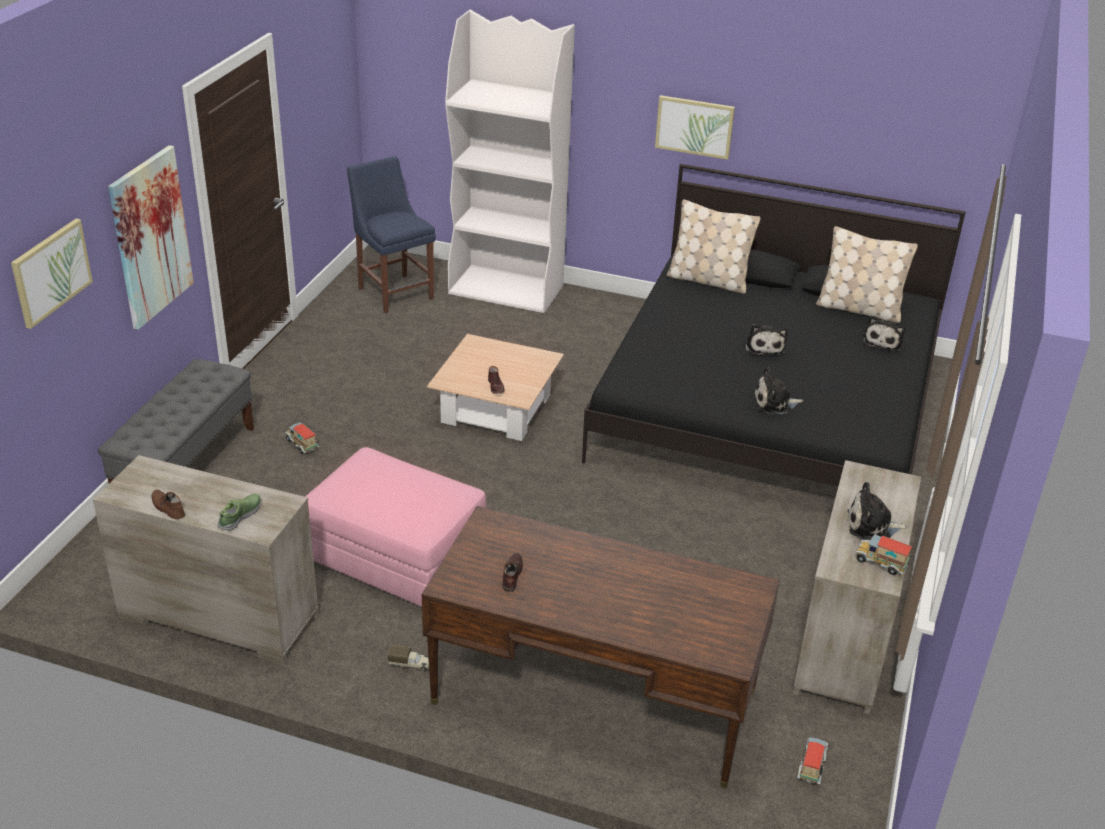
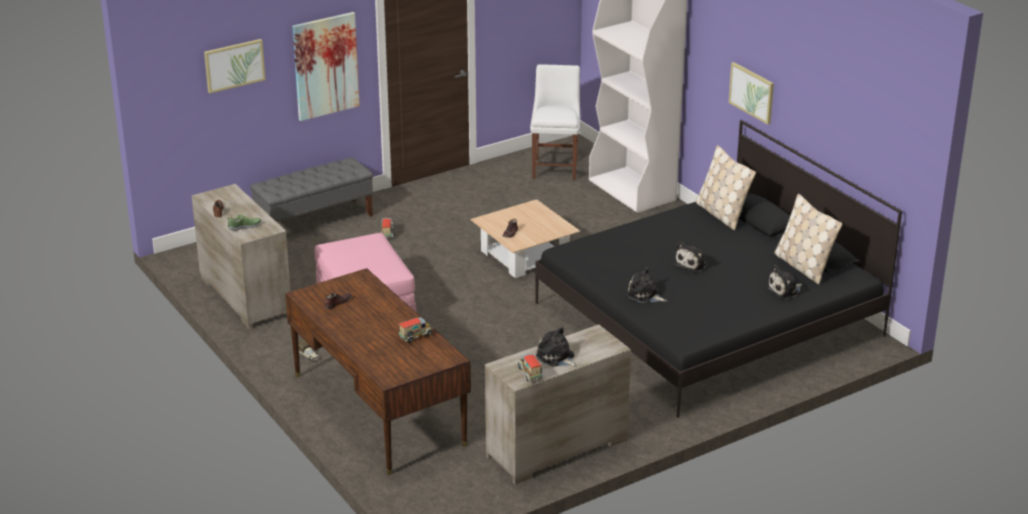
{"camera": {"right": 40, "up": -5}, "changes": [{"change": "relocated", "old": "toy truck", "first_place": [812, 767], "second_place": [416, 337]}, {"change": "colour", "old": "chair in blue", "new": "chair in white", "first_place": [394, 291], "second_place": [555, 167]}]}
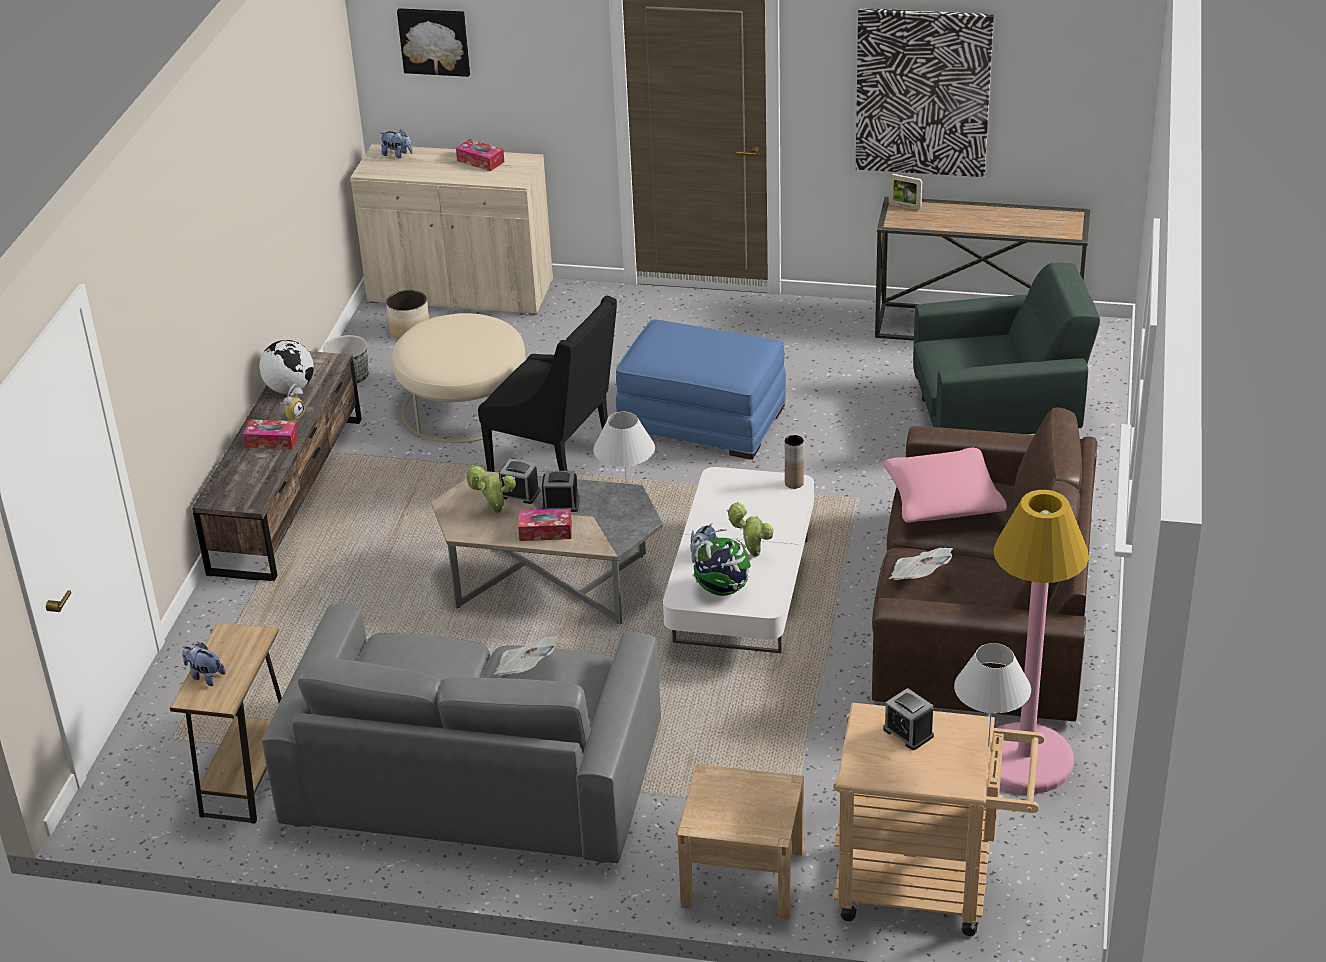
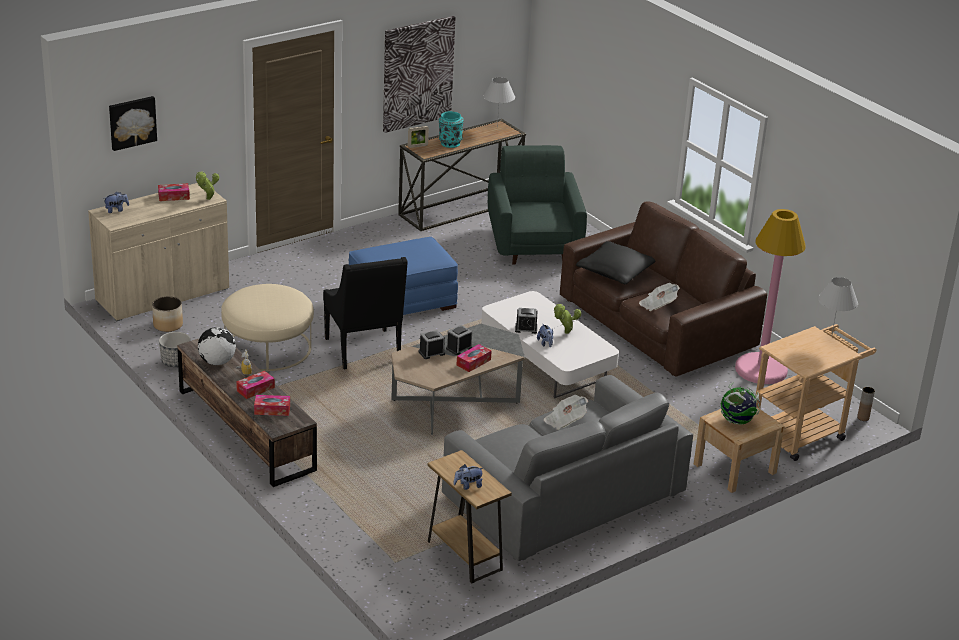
{"camera": {"right": -50, "up": -5}, "changes": [{"change": "relocated", "old": "potted plant", "first_place": [494, 511], "second_place": [207, 199]}, {"change": "appeared", "new": "tissue box", "second_place": [272, 410]}, {"change": "spun", "old": "armchair in black", "first_place": [556, 463], "second_place": [364, 351], "degrees": 90}, {"change": "appeared", "new": "vase in turquoise", "second_place": [449, 143]}, {"change": "relocated", "old": "table lamp in white", "first_place": [627, 500], "second_place": [497, 127]}, {"change": "spun", "old": "armchair in green", "first_place": [998, 418], "second_place": [533, 243], "degrees": -45}, {"change": "relocated", "old": "alarm clock", "first_place": [908, 732], "second_place": [526, 329]}, {"change": "colour", "old": "pillow in pink", "new": "pillow in black", "first_place": [943, 500], "second_place": [615, 272]}, {"change": "relocated", "old": "globe", "first_place": [723, 589], "second_place": [737, 421]}, {"change": "relocated", "old": "vase in brown", "first_place": [794, 483], "second_place": [863, 418]}]}
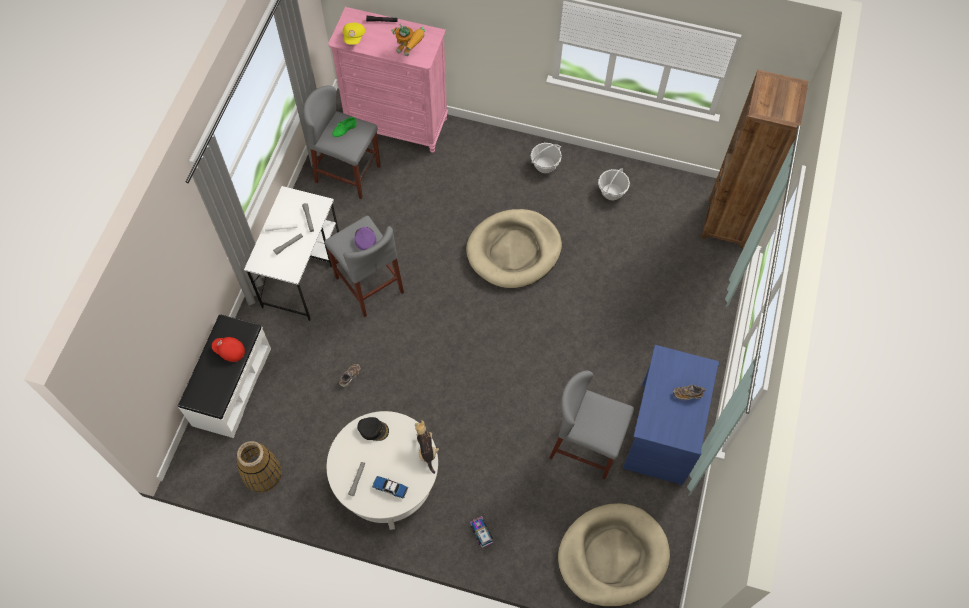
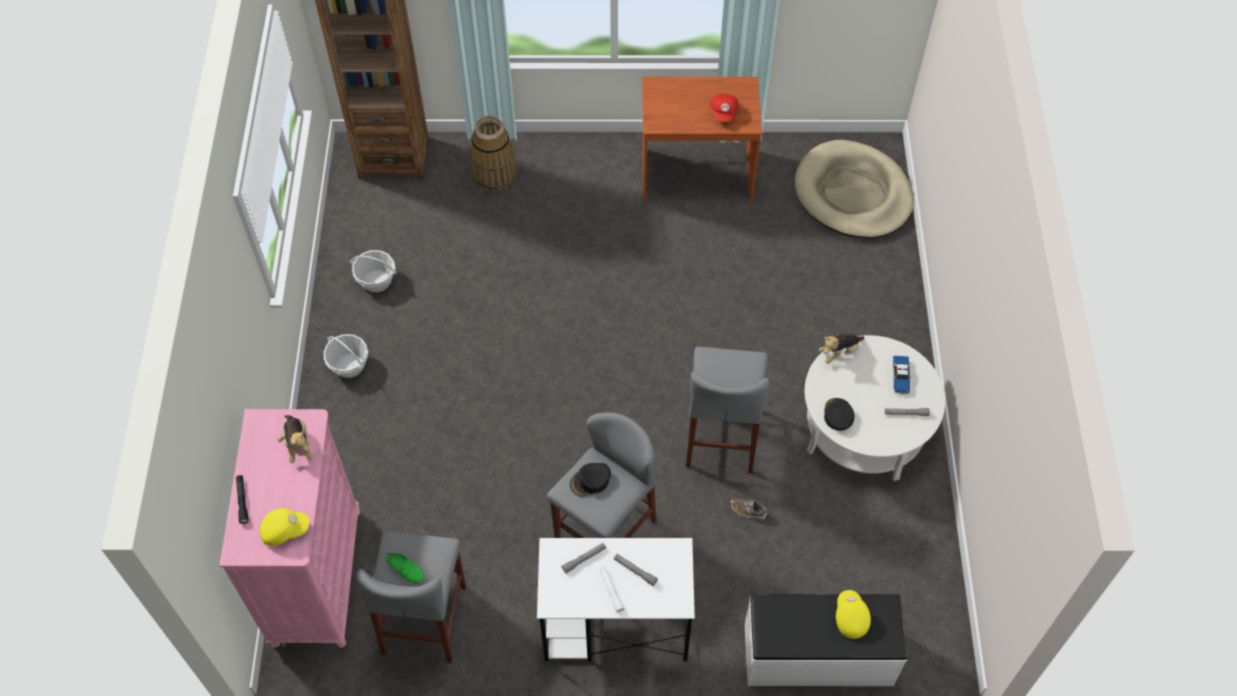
{"camera": {"right": -105, "up": -5}, "changes": [{"change": "exchanged", "old": "toy robot", "new": "plush toy", "first_place": [410, 51], "second_place": [298, 444]}, {"change": "relocated", "old": "basket", "first_place": [262, 473], "second_place": [494, 174]}, {"change": "colour", "old": "cap in purple", "new": "cap in black", "first_place": [365, 239], "second_place": [590, 481]}, {"change": "colour", "old": "desk in blue", "new": "desk in brown", "first_place": [660, 432], "second_place": [696, 176]}, {"change": "relocated", "old": "stool in grey", "first_place": [585, 446], "second_place": [721, 436]}, {"change": "relocated", "old": "cap in red", "first_place": [229, 351], "second_place": [724, 112]}, {"change": "appeared", "new": "cap in yellow", "second_place": [850, 617]}, {"change": "missing", "old": "dog bed in beige", "first_place": [514, 250]}, {"change": "missing", "old": "toy truck", "first_place": [481, 532]}, {"change": "missing", "old": "shoe", "first_place": [687, 394]}]}
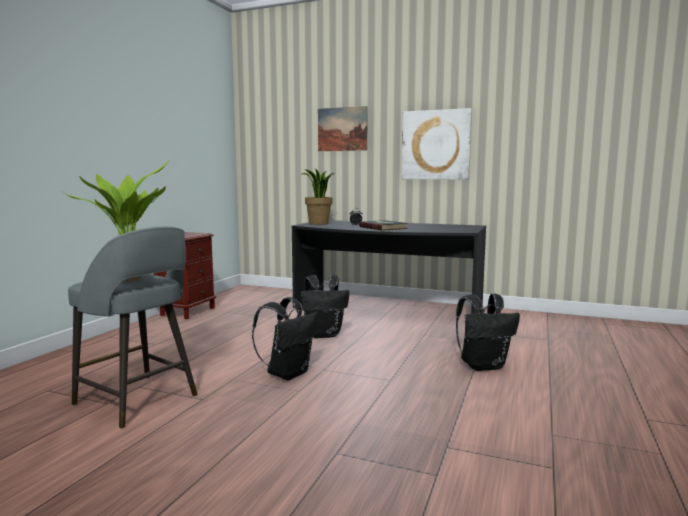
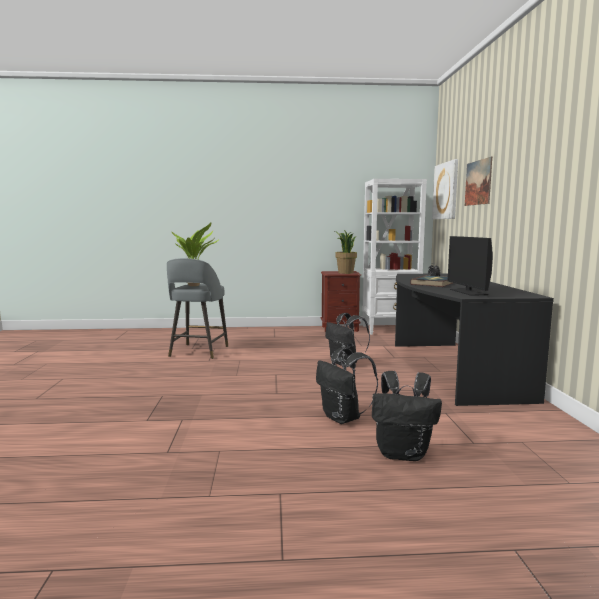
{"camera": {"right": 65, "up": 0}, "changes": [{"change": "relocated", "old": "potted plant", "first_place": [318, 224], "second_place": [345, 273]}, {"change": "appeared", "new": "bookcase in white", "second_place": [390, 330]}, {"change": "relocated", "old": "backpack in black", "first_place": [288, 373], "second_place": [403, 453]}, {"change": "relocated", "old": "picture", "first_place": [435, 145], "second_place": [446, 191]}, {"change": "appeared", "new": "monitor", "second_place": [468, 292]}]}
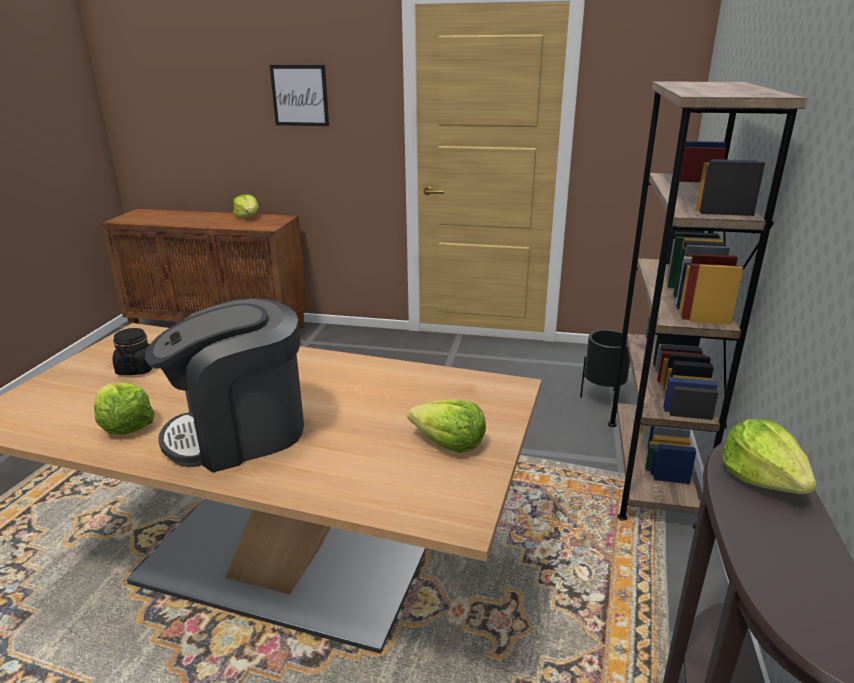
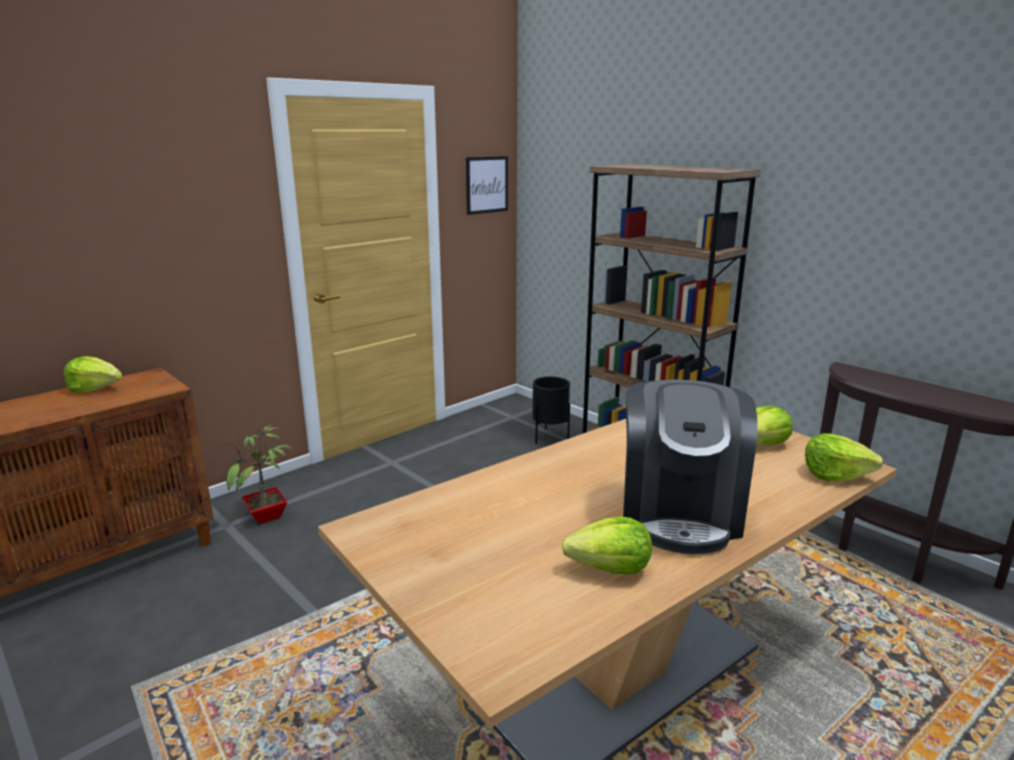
{"camera": {"right": -55, "up": -5}, "changes": [{"change": "appeared", "new": "potted plant", "second_place": [267, 517]}, {"change": "relocated", "old": "picture", "first_place": [300, 95], "second_place": [487, 185]}, {"change": "relocated", "old": "lettuce", "first_place": [762, 478], "second_place": [835, 475]}, {"change": "missing", "old": "jar in black", "first_place": [137, 369]}]}
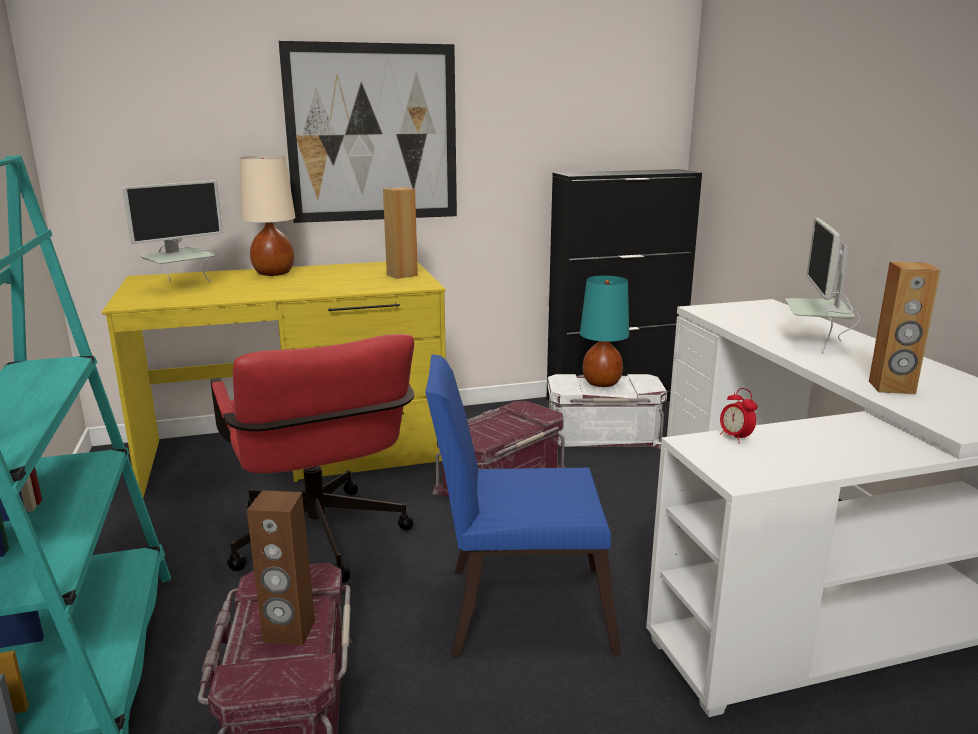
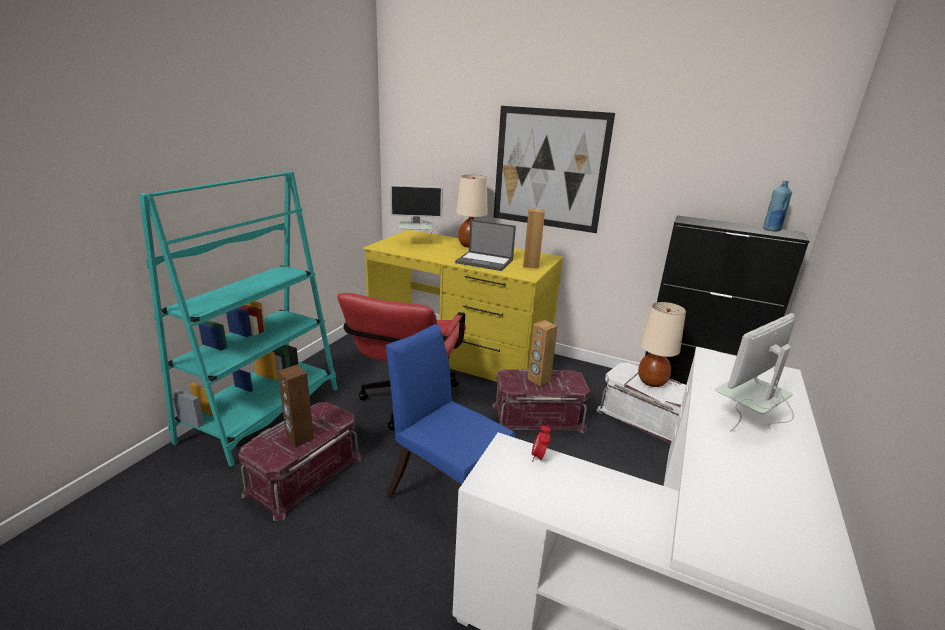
{"camera": {"right": 40, "up": 5}, "changes": [{"change": "appeared", "new": "laptop", "second_place": [485, 261]}, {"change": "relocated", "old": "speaker in brown", "first_place": [892, 388], "second_place": [538, 380]}, {"change": "colour", "old": "table lamp in turquoise", "new": "table lamp in beige", "first_place": [602, 383], "second_place": [652, 382]}, {"change": "appeared", "new": "bottle in blue", "second_place": [771, 230]}]}
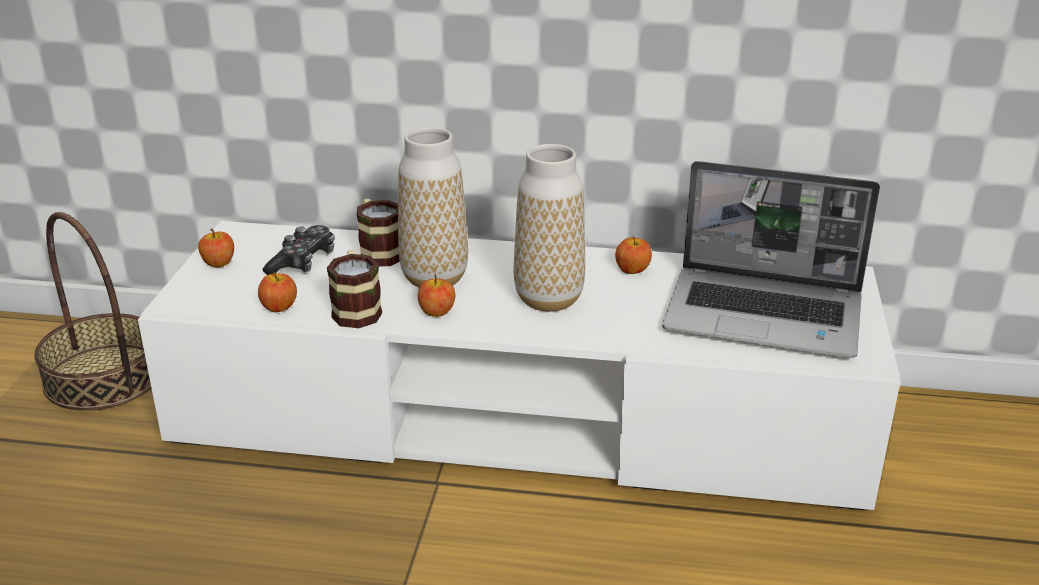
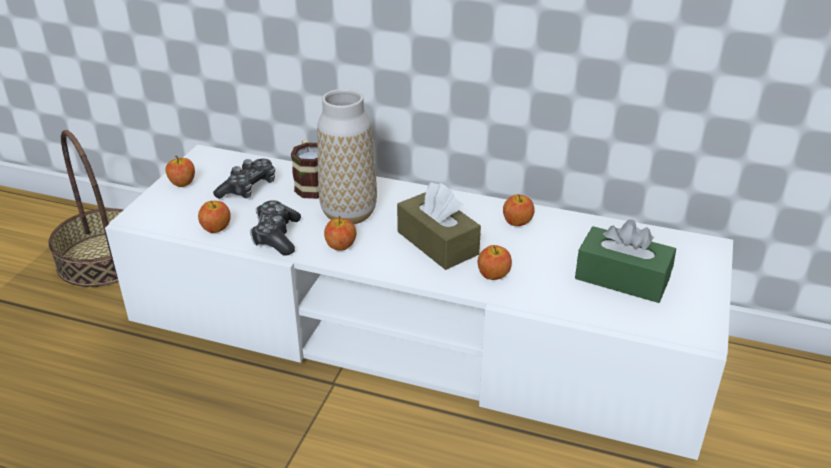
{"camera": {"right": 10, "up": 5}, "changes": [{"change": "exchanged", "old": "mug", "new": "game controller", "first_place": [356, 309], "second_place": [276, 236]}, {"change": "exchanged", "old": "vase", "new": "tissue box in brown", "first_place": [549, 299], "second_place": [437, 243]}, {"change": "appeared", "new": "apple", "second_place": [493, 275]}, {"change": "exchanged", "old": "laptop", "new": "tissue box in green", "first_place": [766, 315], "second_place": [622, 278]}]}
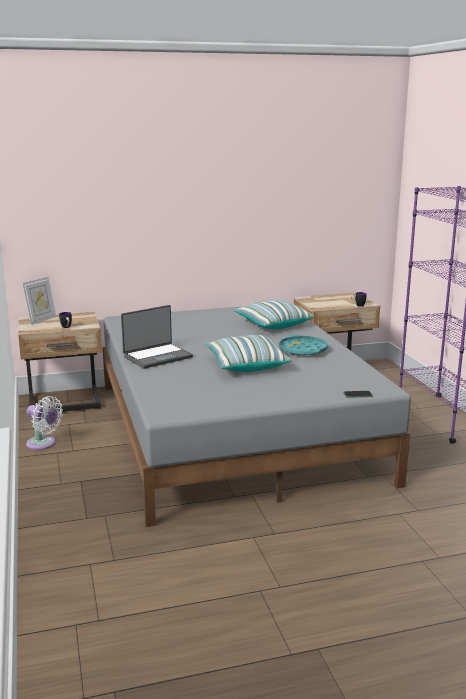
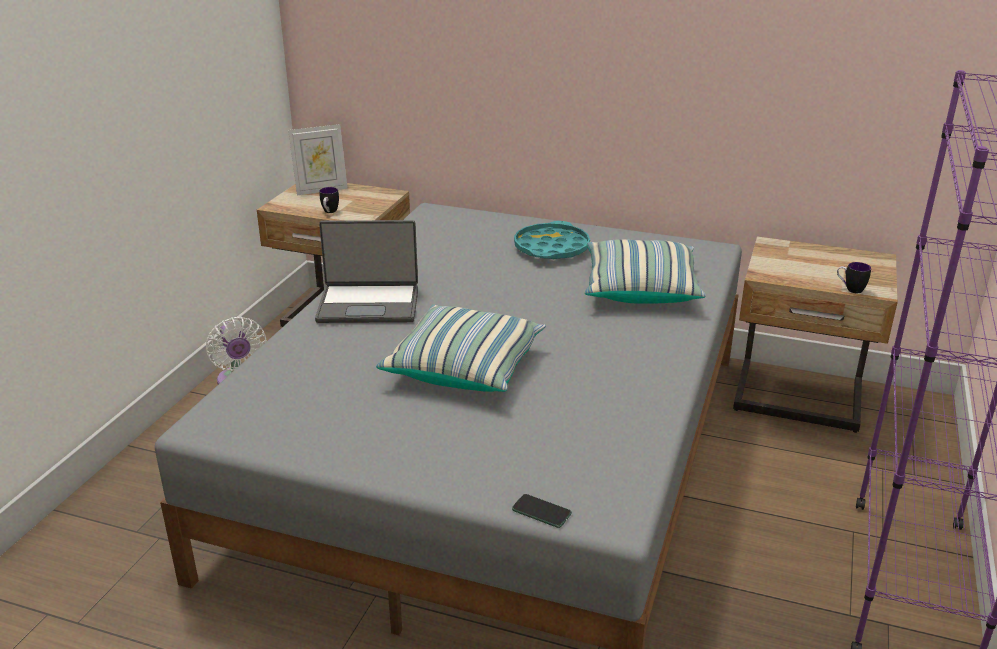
{"camera": {"right": 35, "up": 10}, "changes": [{"change": "relocated", "old": "tray in turquoise", "first_place": [303, 350], "second_place": [551, 248]}]}
